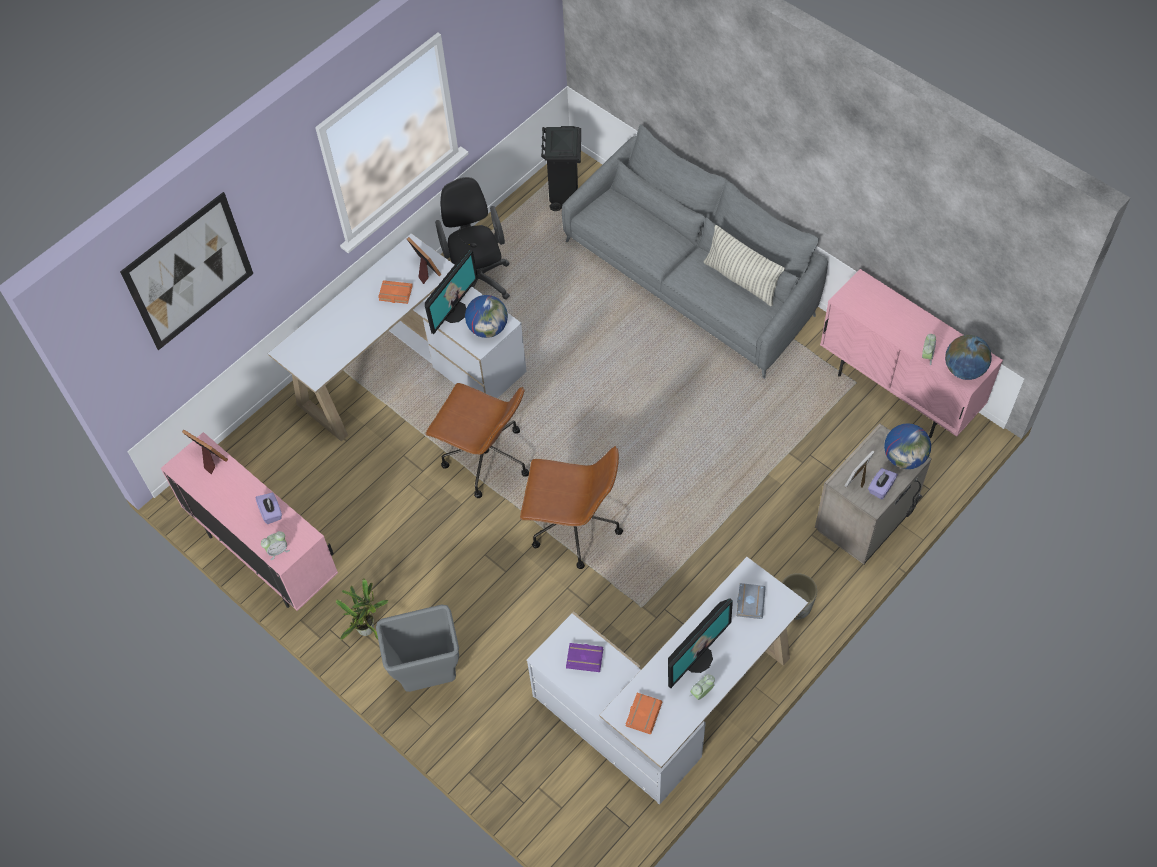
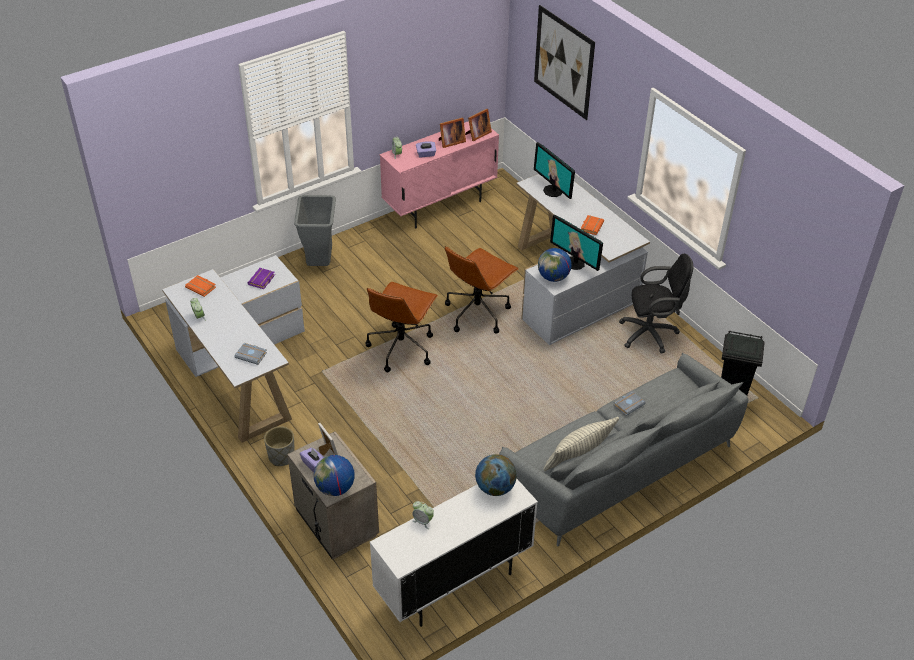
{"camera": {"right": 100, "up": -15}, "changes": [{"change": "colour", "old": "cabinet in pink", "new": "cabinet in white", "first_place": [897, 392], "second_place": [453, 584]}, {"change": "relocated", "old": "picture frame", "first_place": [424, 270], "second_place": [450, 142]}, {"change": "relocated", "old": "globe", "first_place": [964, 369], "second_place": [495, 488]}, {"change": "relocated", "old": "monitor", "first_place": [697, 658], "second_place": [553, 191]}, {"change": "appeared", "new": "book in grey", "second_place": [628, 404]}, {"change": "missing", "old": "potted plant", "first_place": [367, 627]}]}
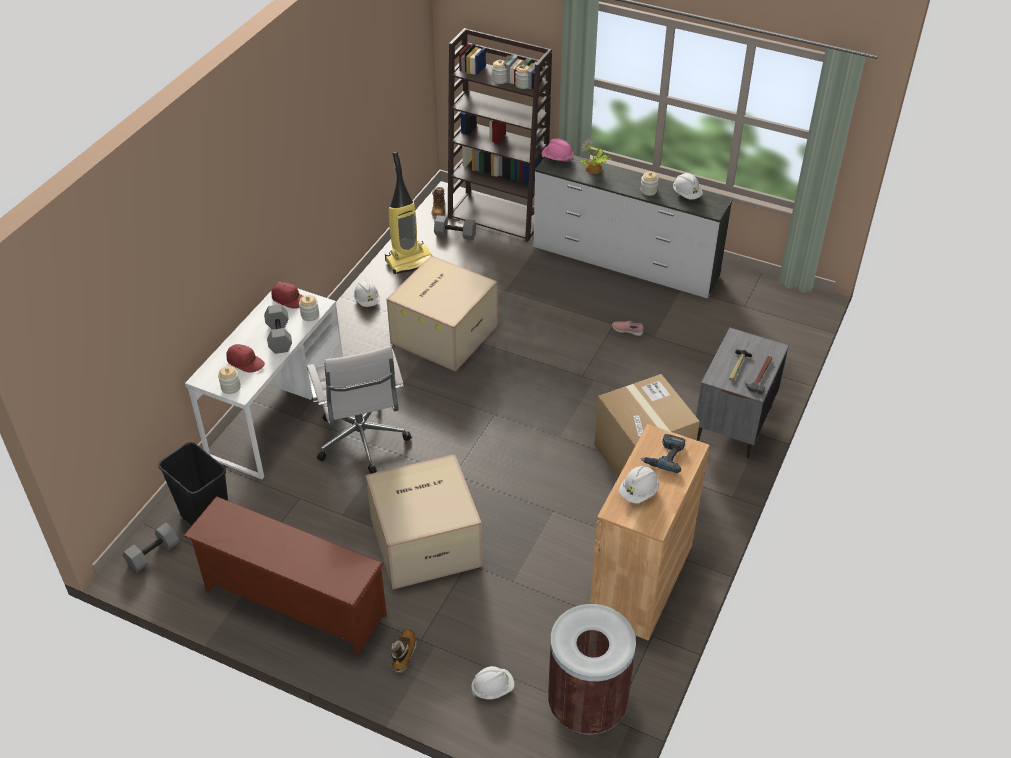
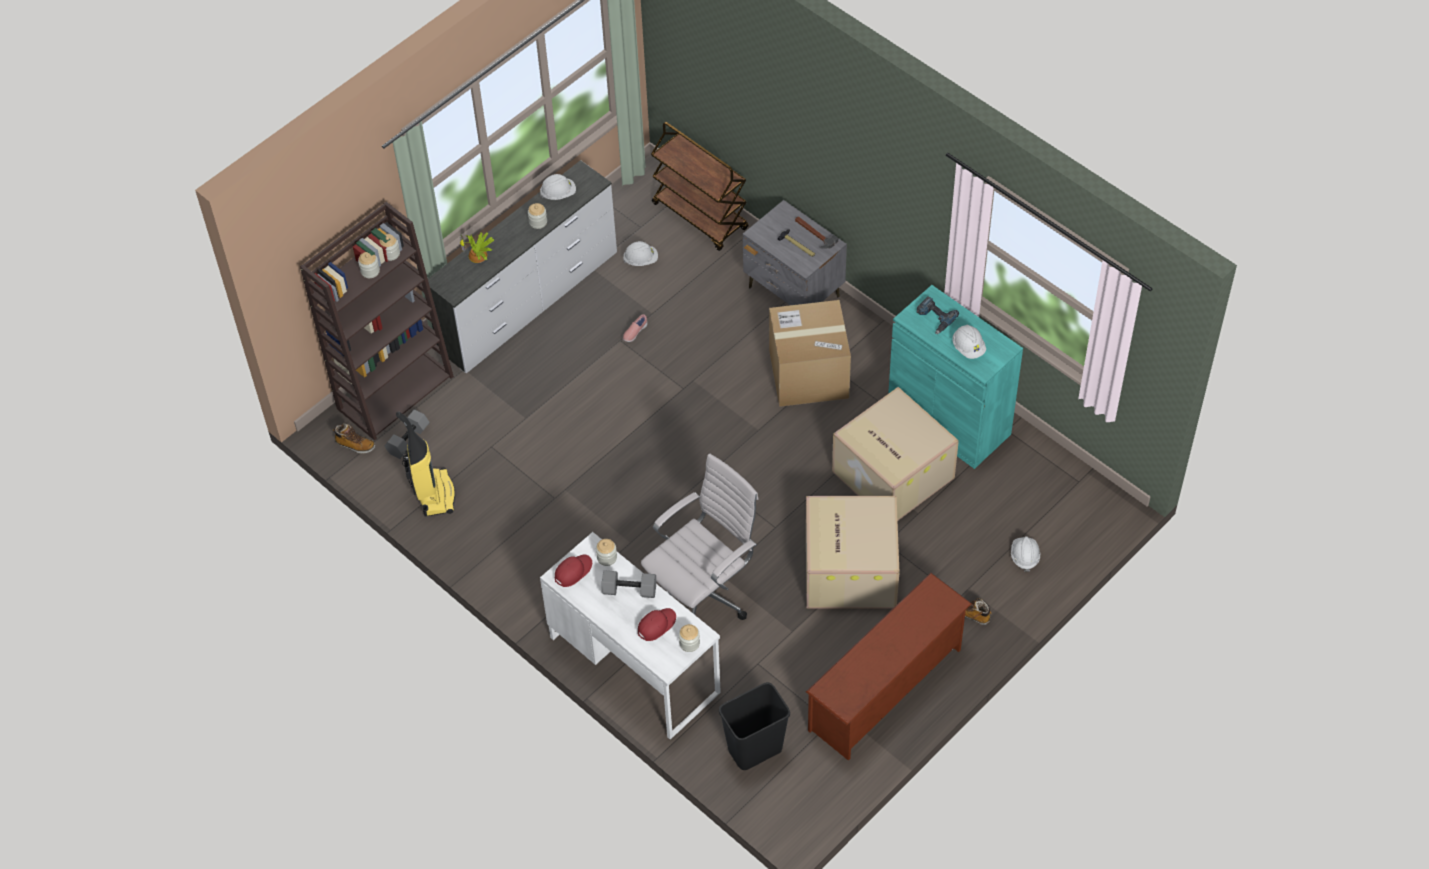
{"camera": {"right": -70, "up": 10}, "changes": [{"change": "relocated", "old": "hard hat in white", "first_place": [367, 301], "second_place": [641, 260]}, {"change": "spun", "old": "office chair in white", "first_place": [362, 443], "second_place": [703, 595], "degrees": -45}, {"change": "appeared", "new": "cart in brown", "second_place": [701, 216]}, {"change": "relocated", "old": "cardboard box", "first_place": [444, 333], "second_place": [891, 474]}, {"change": "colour", "old": "cabinet in brown", "new": "cabinet in turquoise", "first_place": [641, 581], "second_place": [949, 420]}, {"change": "missing", "old": "dumbbell in grey", "first_place": [153, 555]}, {"change": "missing", "old": "hard hat in pink", "first_place": [557, 158]}, {"change": "missing", "old": "trash can in brown", "first_place": [587, 705]}]}
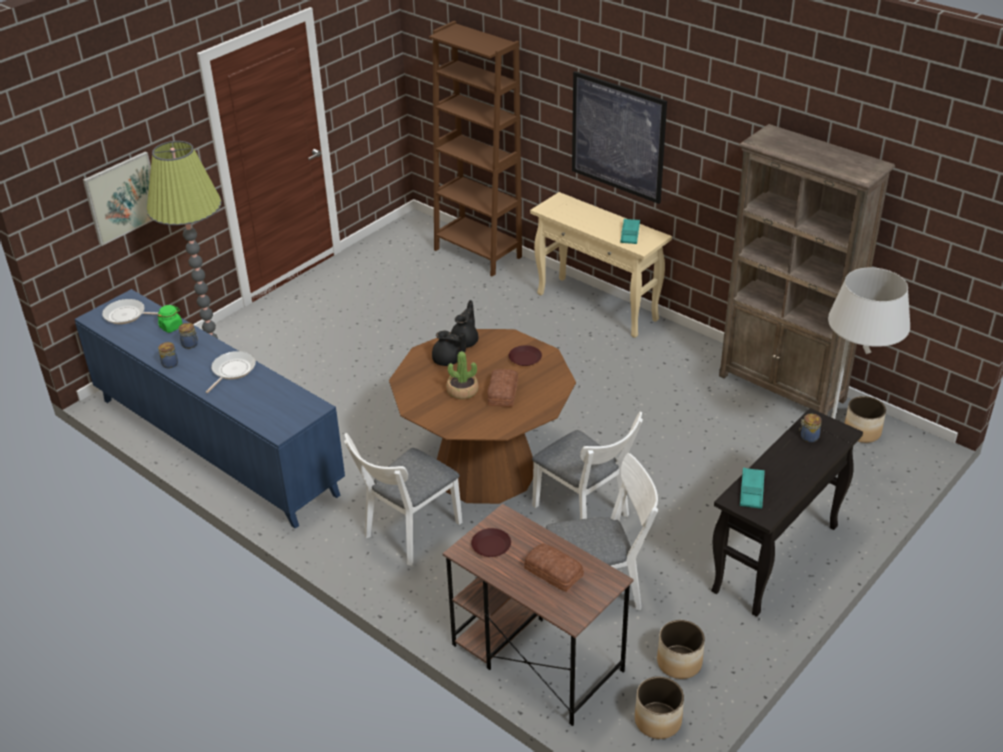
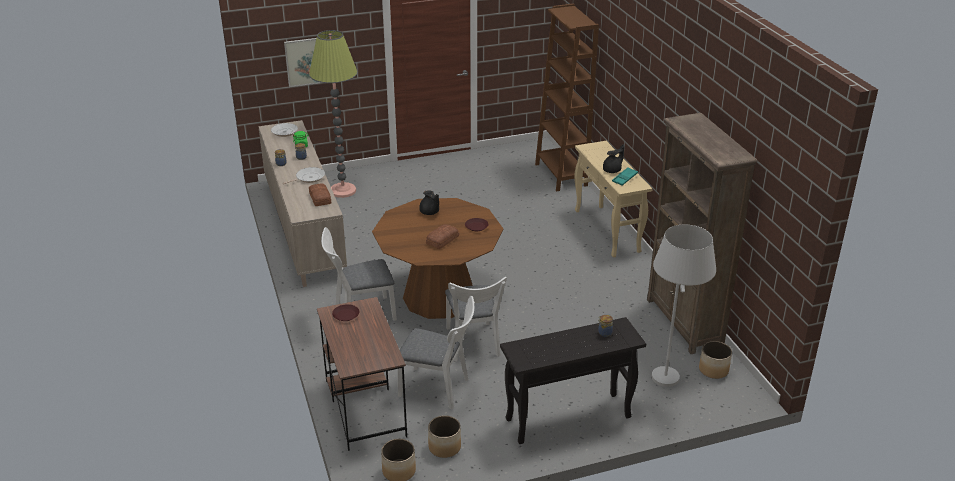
{"camera": {"right": 30, "up": -5}, "changes": [{"change": "colour", "old": "cabinet in blue", "new": "cabinet in beige", "first_place": [216, 446], "second_place": [304, 230]}, {"change": "relocated", "old": "bread", "first_place": [553, 573], "second_place": [319, 198]}, {"change": "relocated", "old": "teapot in black", "first_place": [465, 341], "second_place": [612, 170]}, {"change": "missing", "old": "potted plant", "first_place": [462, 391]}, {"change": "missing", "old": "picture", "first_place": [618, 137]}, {"change": "missing", "old": "tray in turquoise", "first_place": [751, 491]}]}
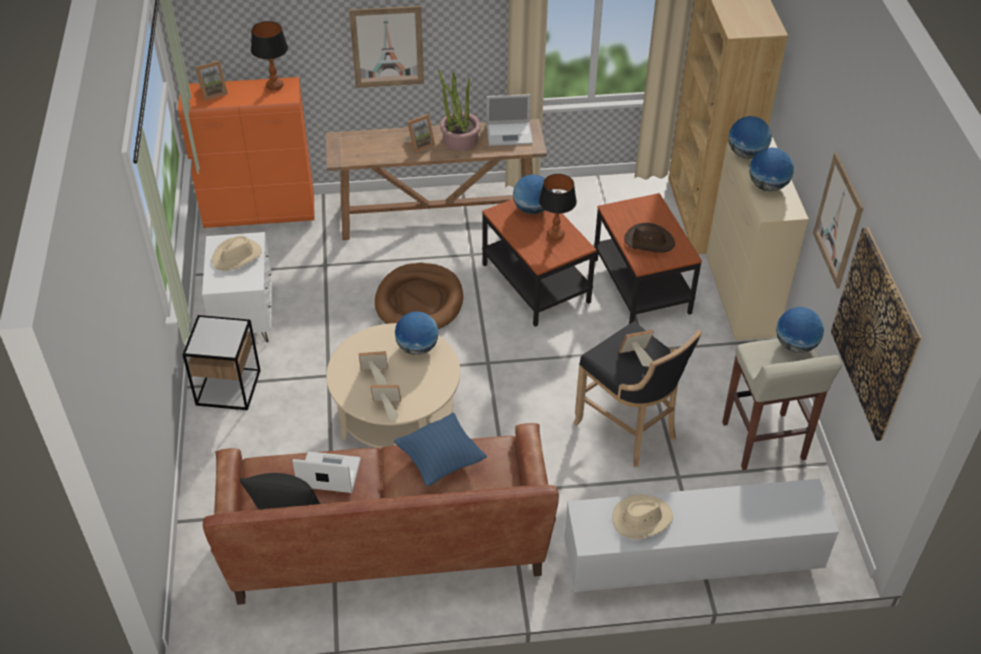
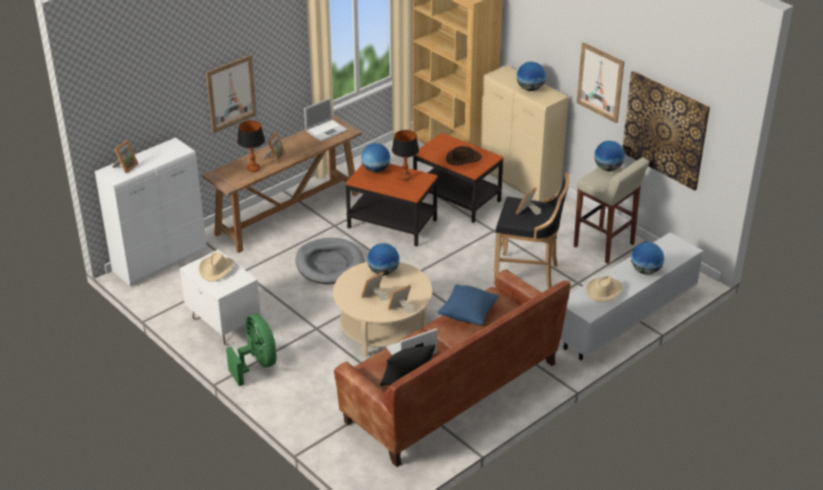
{"camera": {"right": -35, "up": -10}, "changes": [{"change": "colour", "old": "cabinet in orange", "new": "cabinet in white", "first_place": [261, 213], "second_place": [161, 261]}, {"change": "exchanged", "old": "side table", "new": "fan in green", "first_place": [228, 387], "second_place": [256, 364]}, {"change": "relocated", "old": "table lamp", "first_place": [275, 85], "second_place": [253, 169]}, {"change": "colour", "old": "dog bed in brown", "new": "dog bed in grey", "first_place": [419, 301], "second_place": [330, 264]}, {"change": "relocated", "old": "globe", "first_place": [746, 154], "second_place": [646, 271]}, {"change": "missing", "old": "potted plant", "first_place": [460, 139]}]}
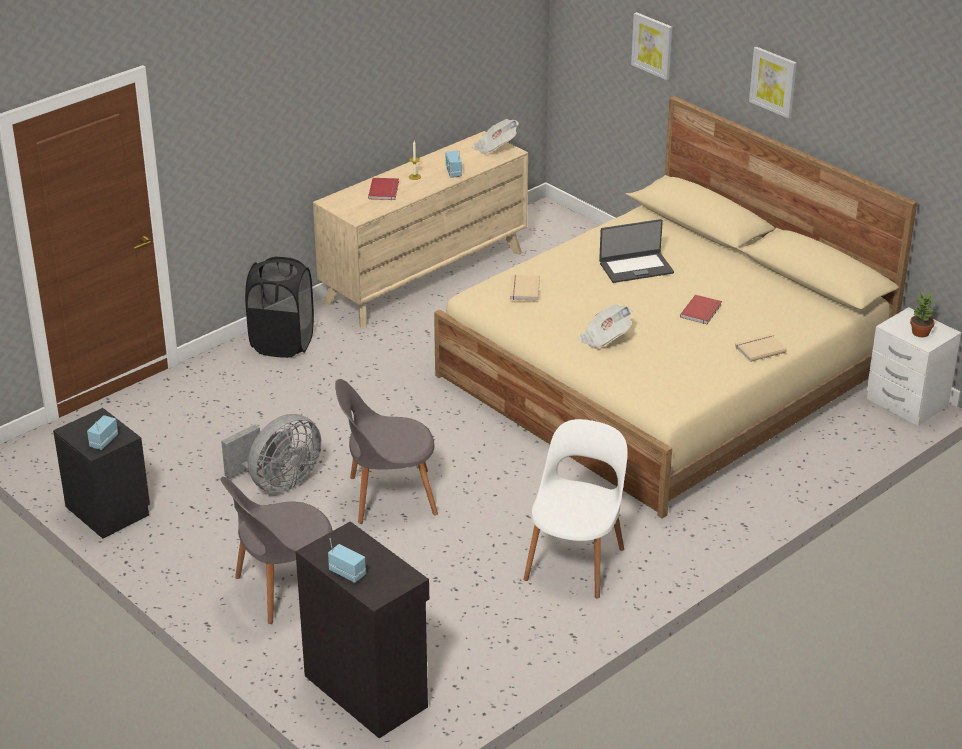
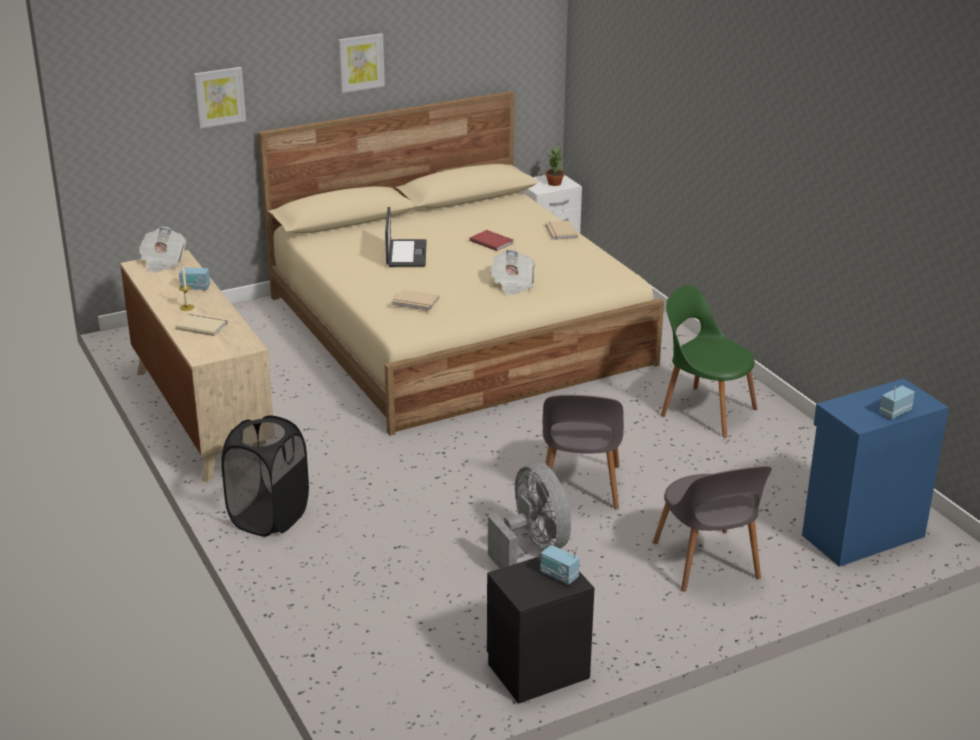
{"camera": {"right": -75, "up": -5}, "changes": [{"change": "colour", "old": "book in red", "new": "book in beige", "first_place": [385, 190], "second_place": [202, 325]}, {"change": "colour", "old": "chair in white", "new": "chair in green", "first_place": [575, 561], "second_place": [705, 410]}, {"change": "colour", "old": "cabinet in black", "new": "cabinet in blue", "first_place": [366, 690], "second_place": [861, 535]}]}
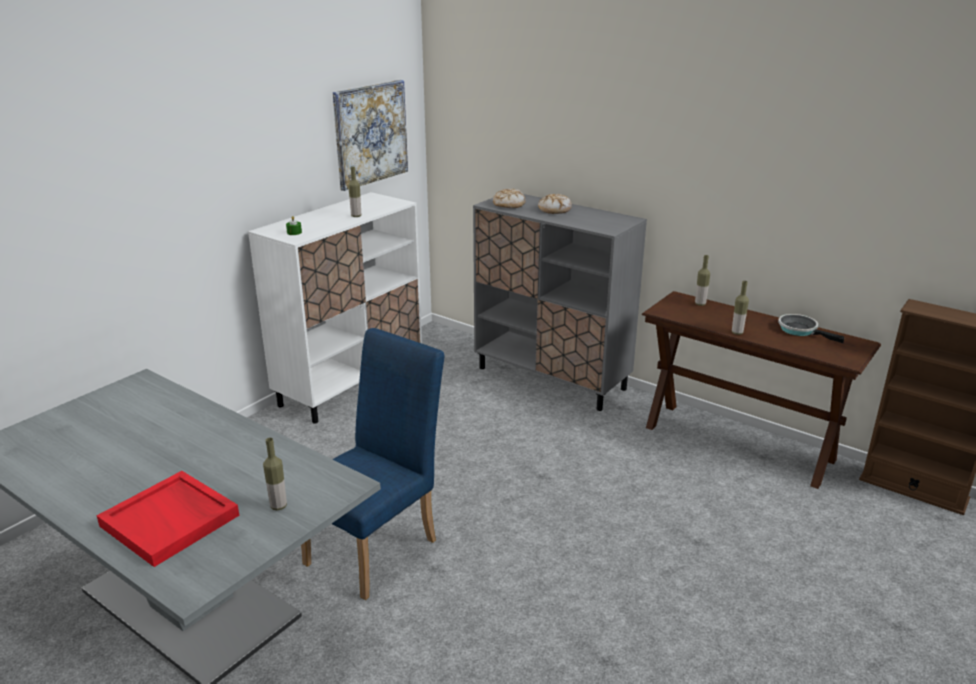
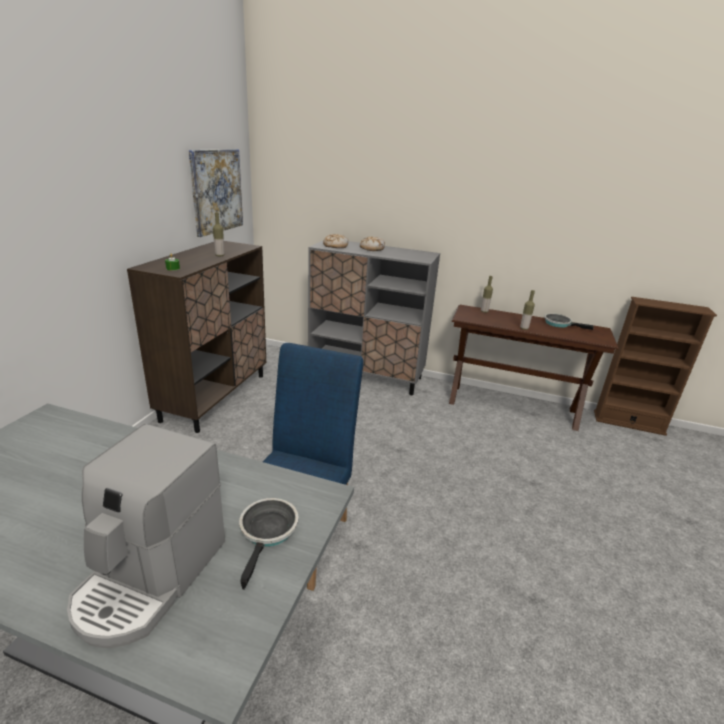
{"camera": {"right": -20, "up": 0}, "changes": [{"change": "exchanged", "old": "tray in red", "new": "coffee machine", "first_place": [171, 520], "second_place": [151, 577]}, {"change": "colour", "old": "cabinet in white", "new": "cabinet in brown", "first_place": [351, 384], "second_place": [215, 396]}, {"change": "exchanged", "old": "bottle", "new": "frying pan", "first_place": [278, 506], "second_place": [268, 533]}]}
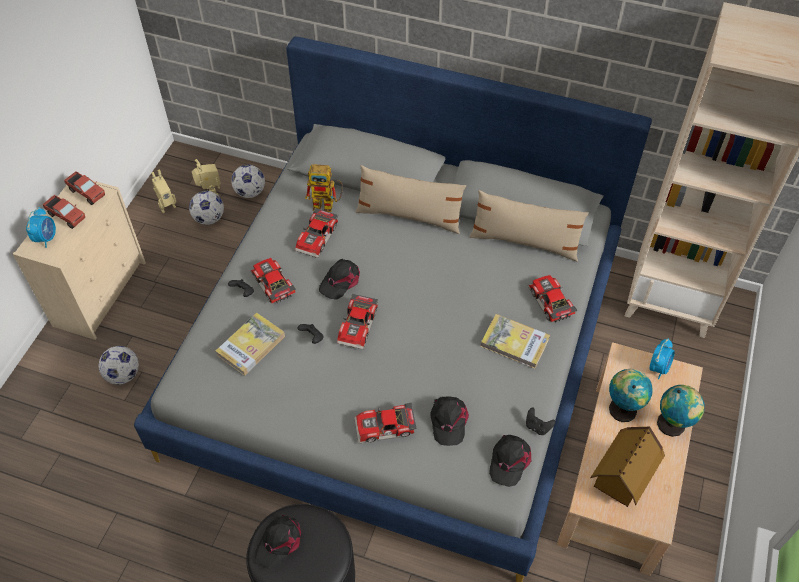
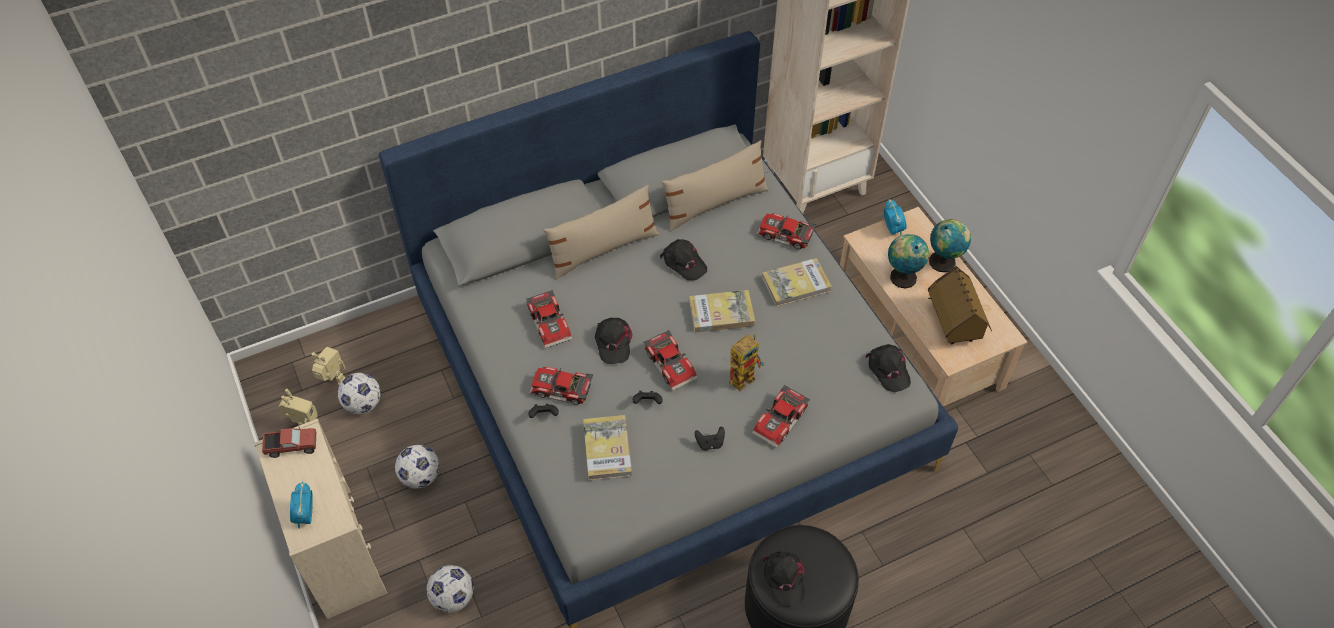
{"camera": {"right": -45, "up": 0}, "changes": [{"change": "spun", "old": "alarm clock", "first_place": [46, 238], "second_place": [306, 515], "degrees": -150}, {"change": "relocated", "old": "football", "first_place": [250, 192], "second_place": [420, 476]}, {"change": "relocated", "old": "cap in black", "first_place": [448, 421], "second_place": [683, 262]}, {"change": "appeared", "new": "book", "second_place": [721, 313]}, {"change": "relocated", "old": "game controller in black", "first_place": [537, 426], "second_place": [710, 443]}, {"change": "relocated", "old": "toy robot", "first_place": [328, 205], "second_place": [744, 375]}, {"change": "missing", "old": "toy truck", "first_place": [66, 216]}]}
